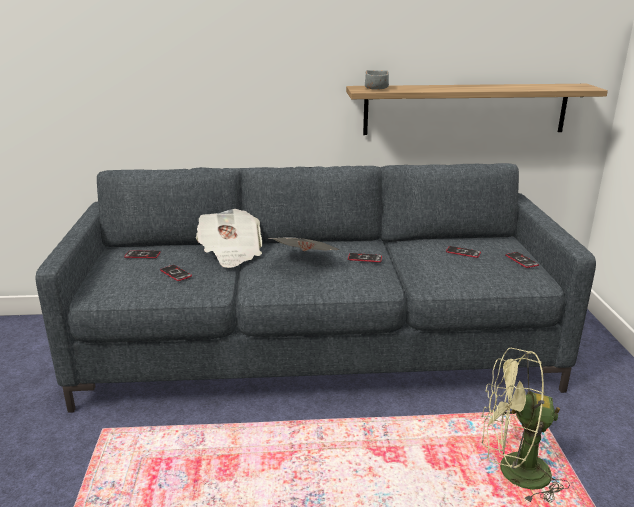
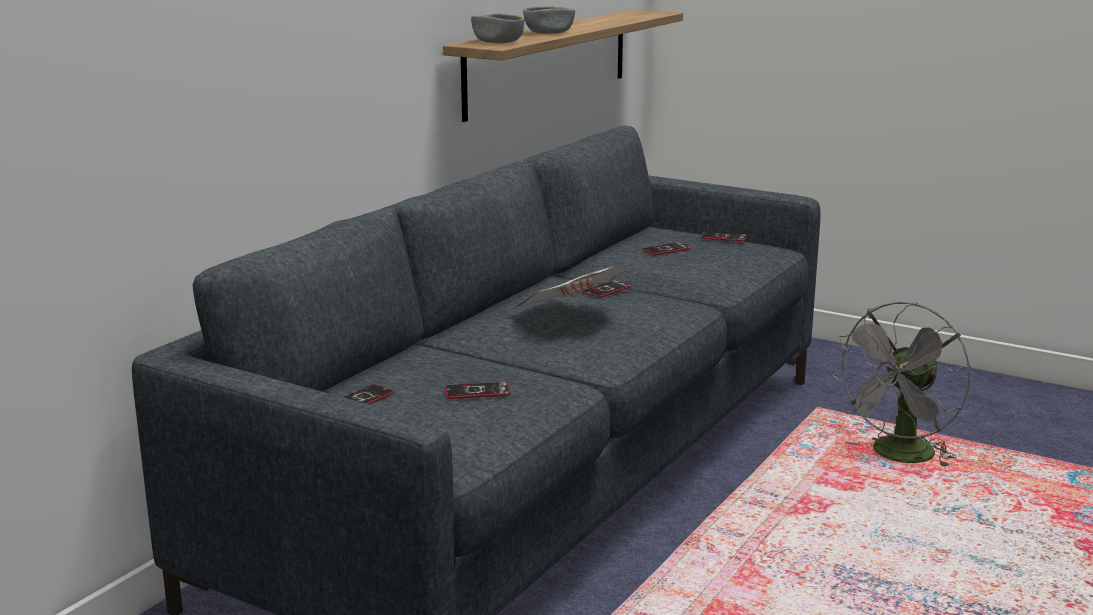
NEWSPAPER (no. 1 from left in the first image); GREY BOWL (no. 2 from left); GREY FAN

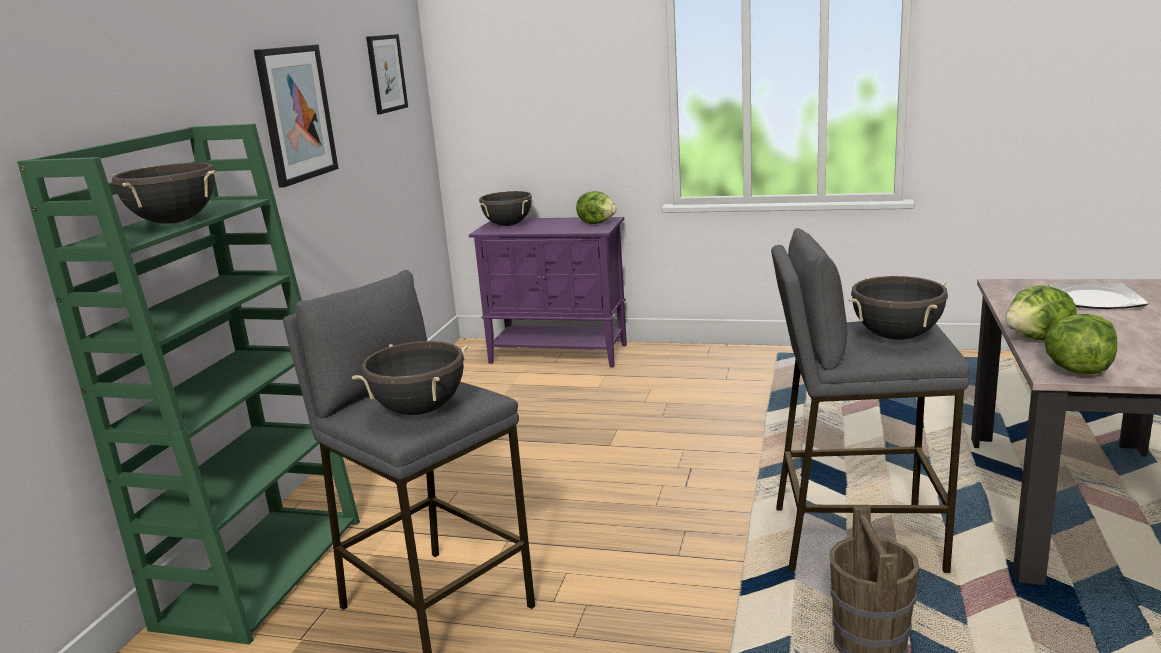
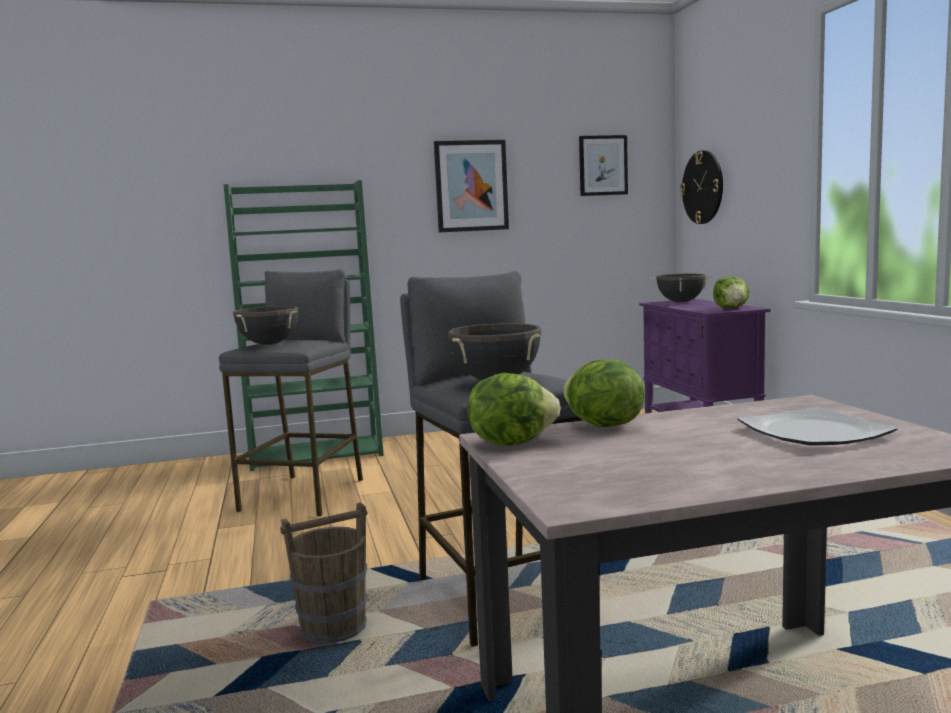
BLACK-COLOURED SAUCEPOT (no. 1 from left in the first image); WALL CLOCK

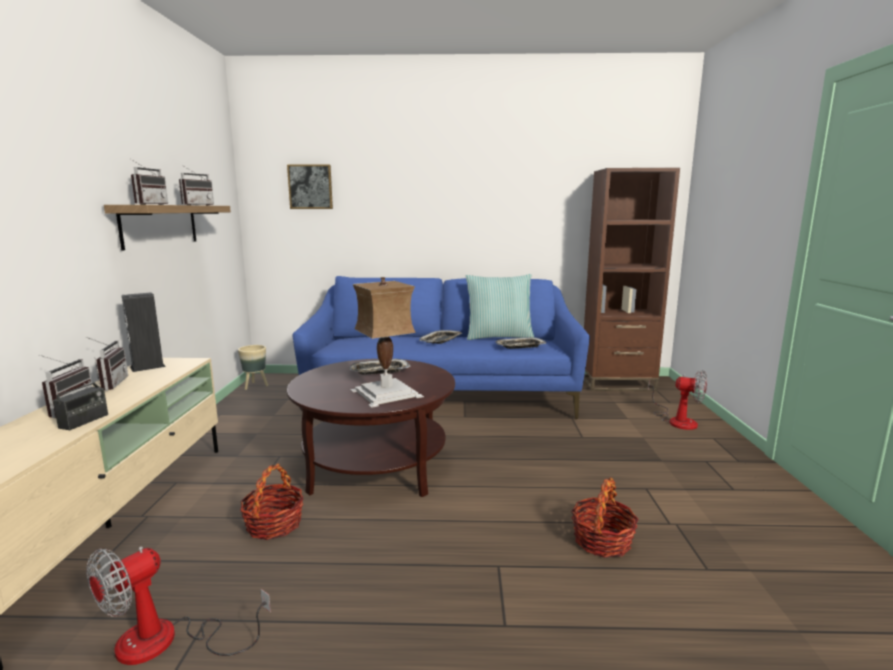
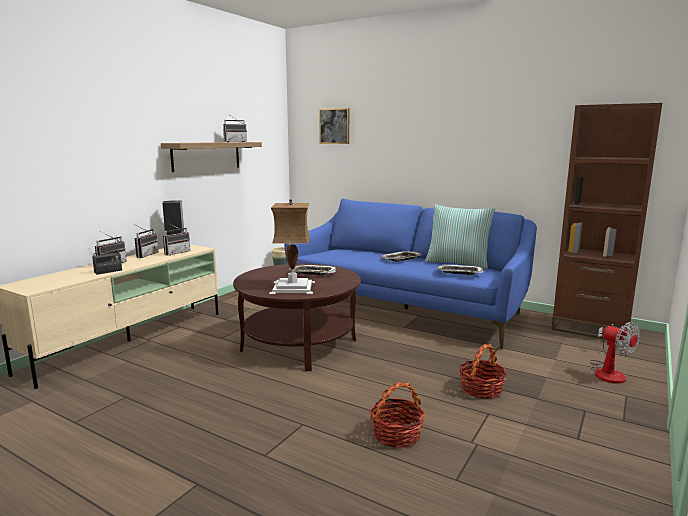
FAN (no. 1 from left in the first image); RADIO SET (no. 4 from left); HOUSEHOLD BASKET (no. 2 from left)

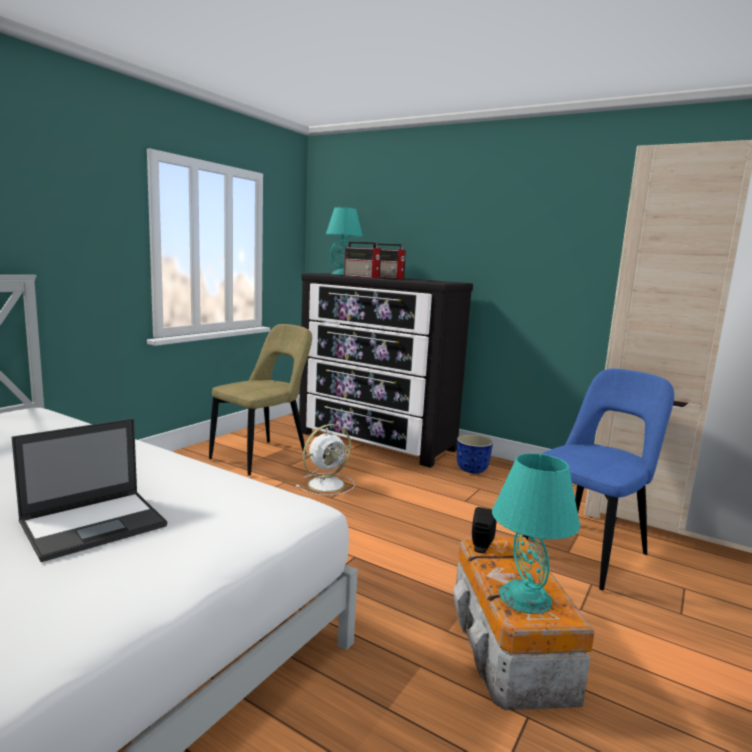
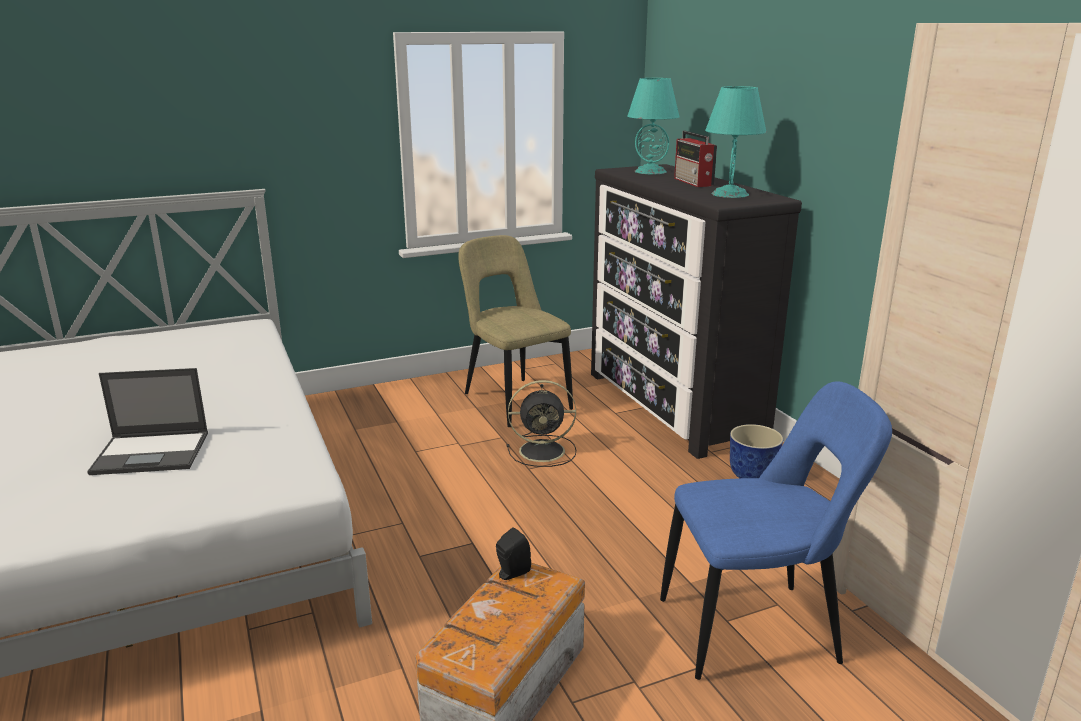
RADIO SET (no. 1 from left in the first image); TURQUOISE TABLETOP LAMP (no. 2 from left); BLACK-COLOURED FAN; BEIGE-COLOURED CHAIR

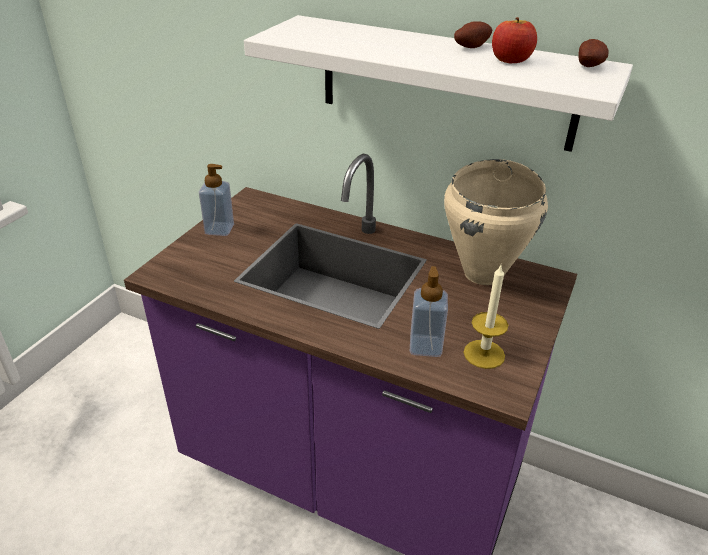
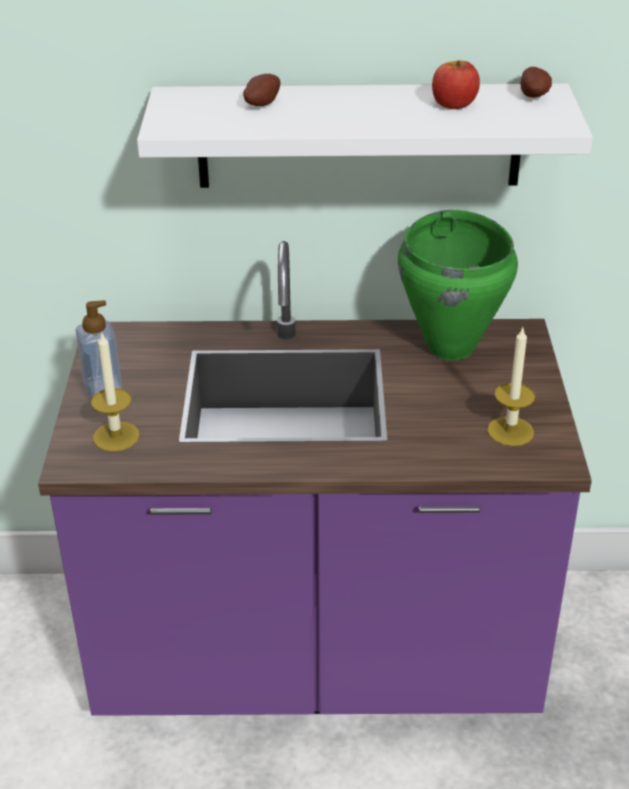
SOAP BOTTLE (no. 2 from left in the first image); WAX LIGHT (no. 1 from left); WHOLE POTATO (no. 1 from left); GREENISH SAUCEPOT

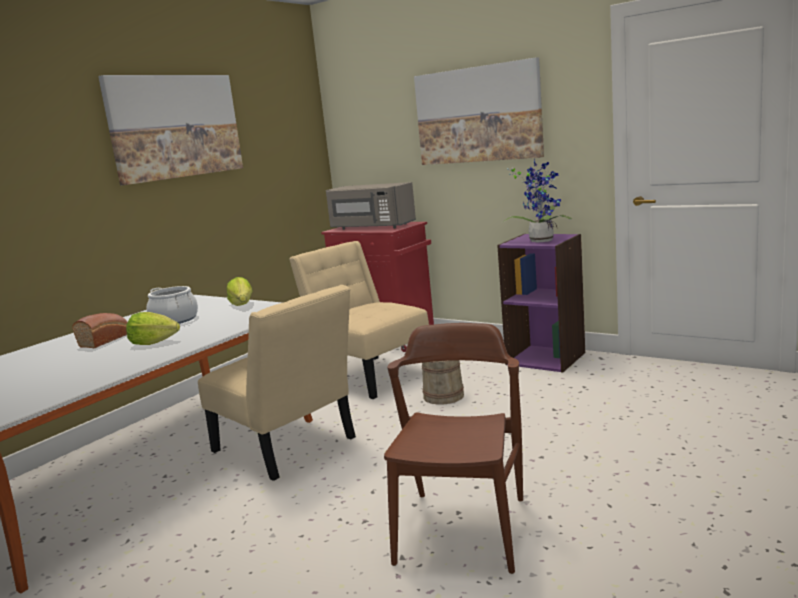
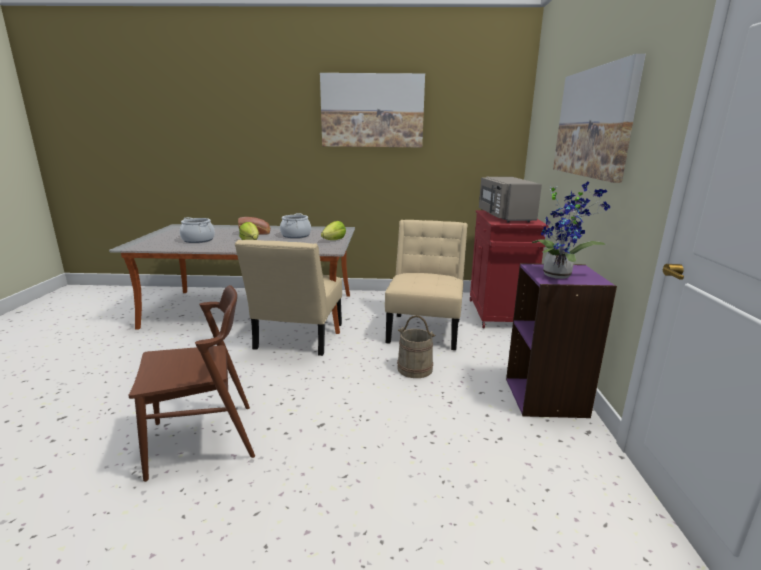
SAUCEPOT (no. 1 from left)

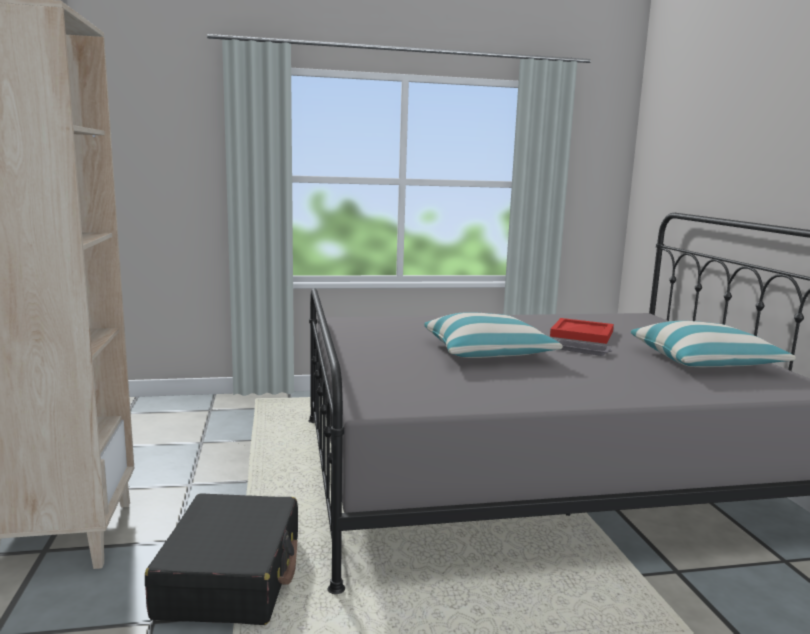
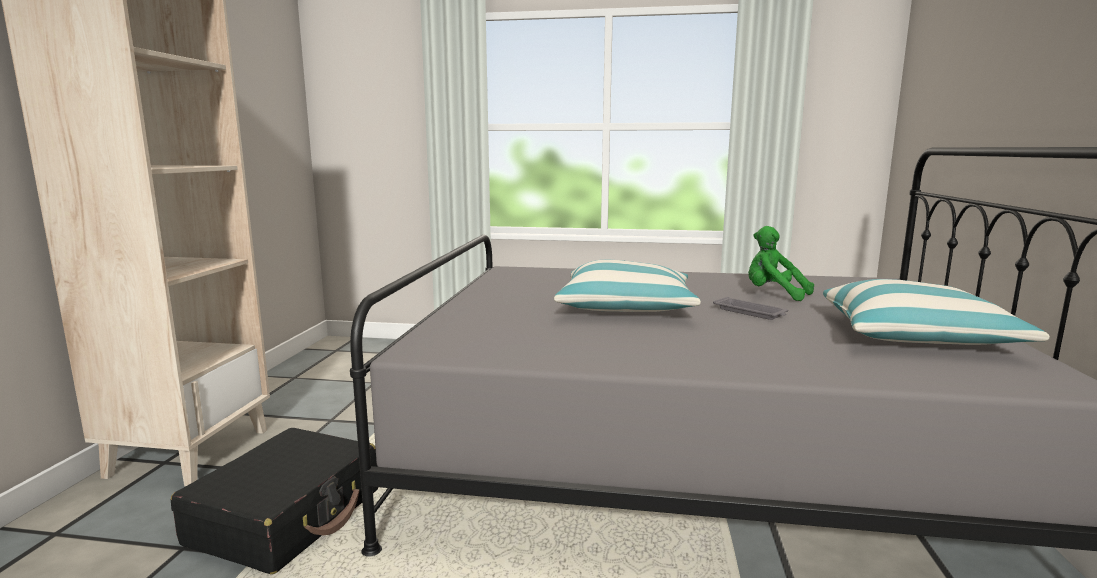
GREENISH PLUSH TOY

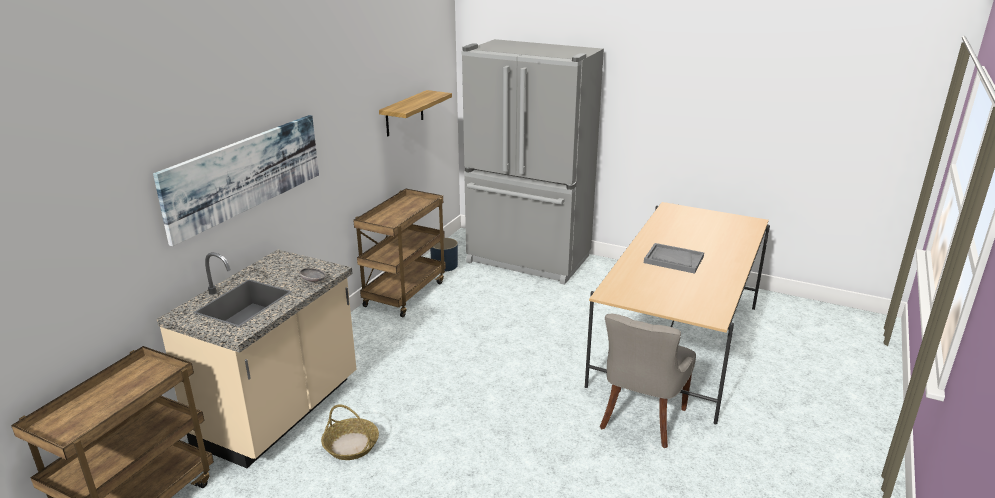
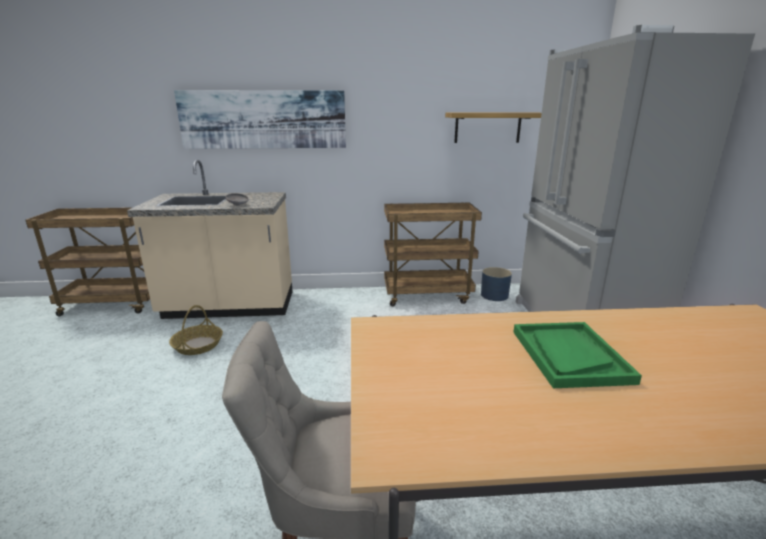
GREENISH TRAY

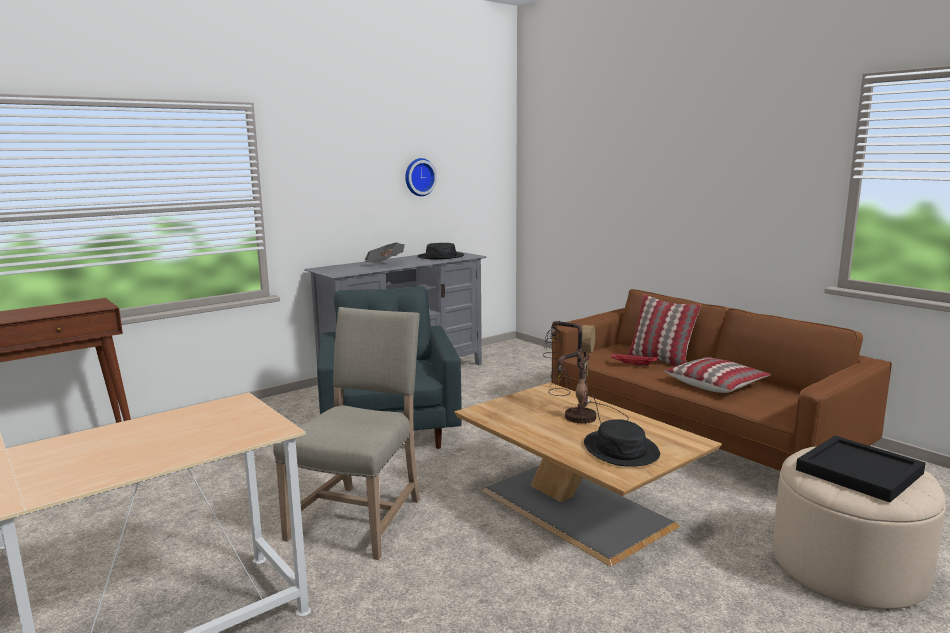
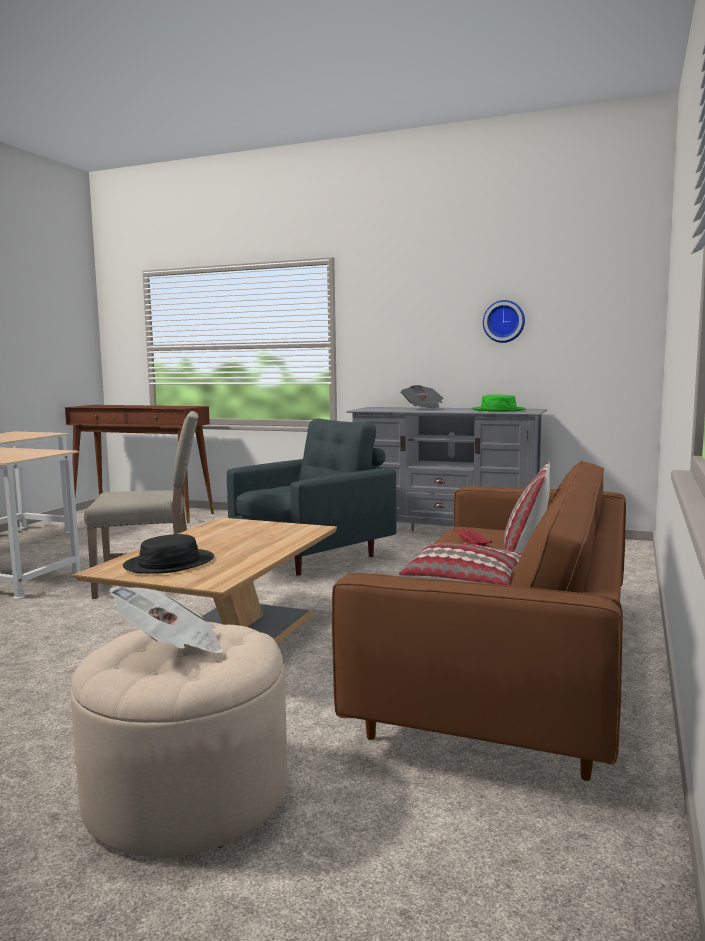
TABLETOP LAMP; NEWSPAPER (no. 1 from left); GREENISH CLOTHING HAT

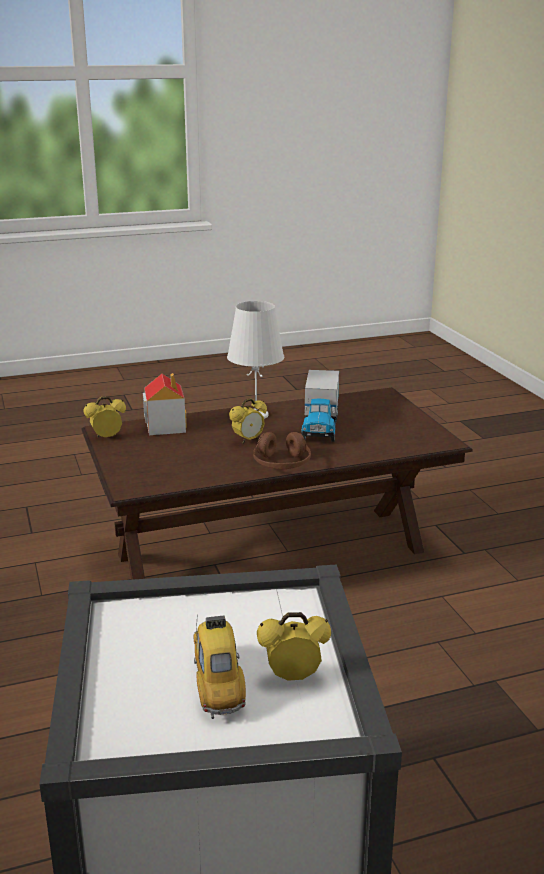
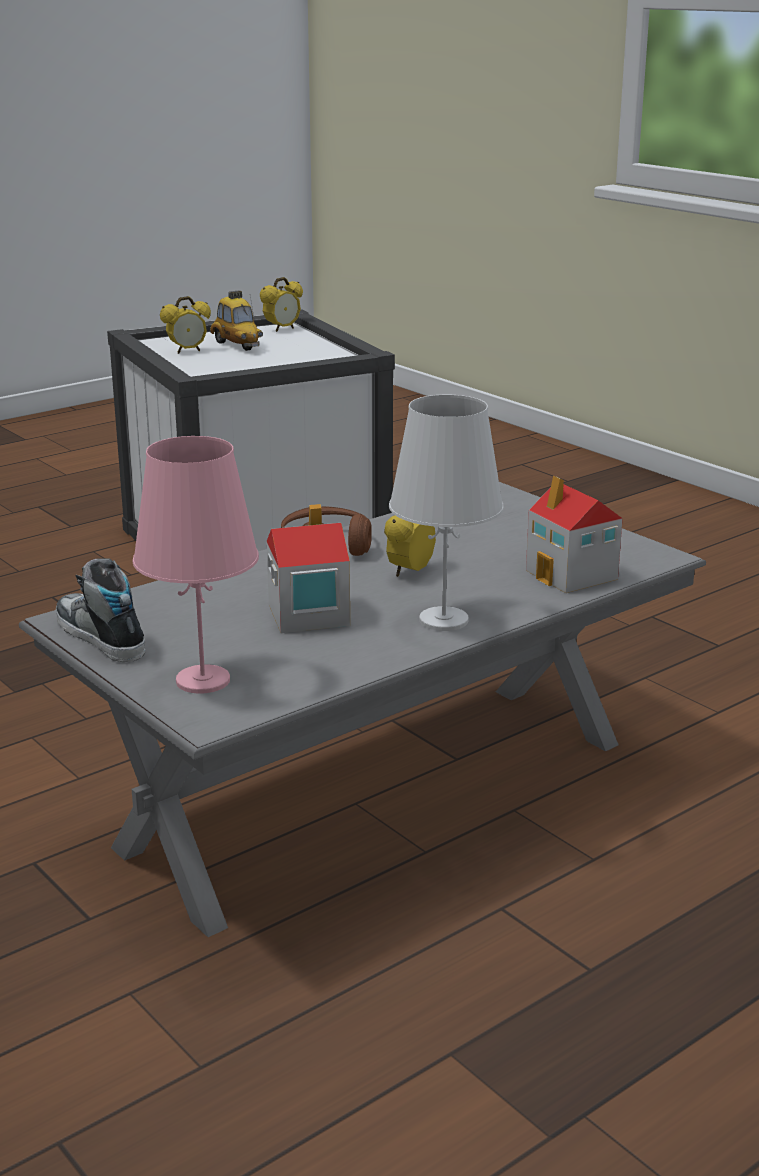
SHOE; PINKISH TABLETOP LAMP; TABLE CLOCK (no. 2 from left); MINIATURE HOUSE (no. 1 from left); GREY COFFEE TABLE

